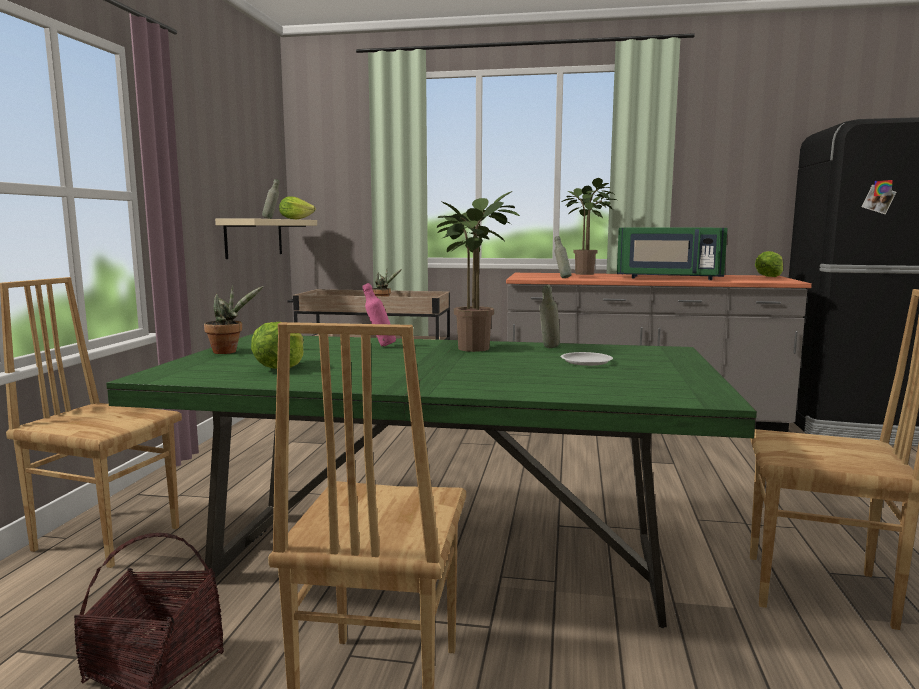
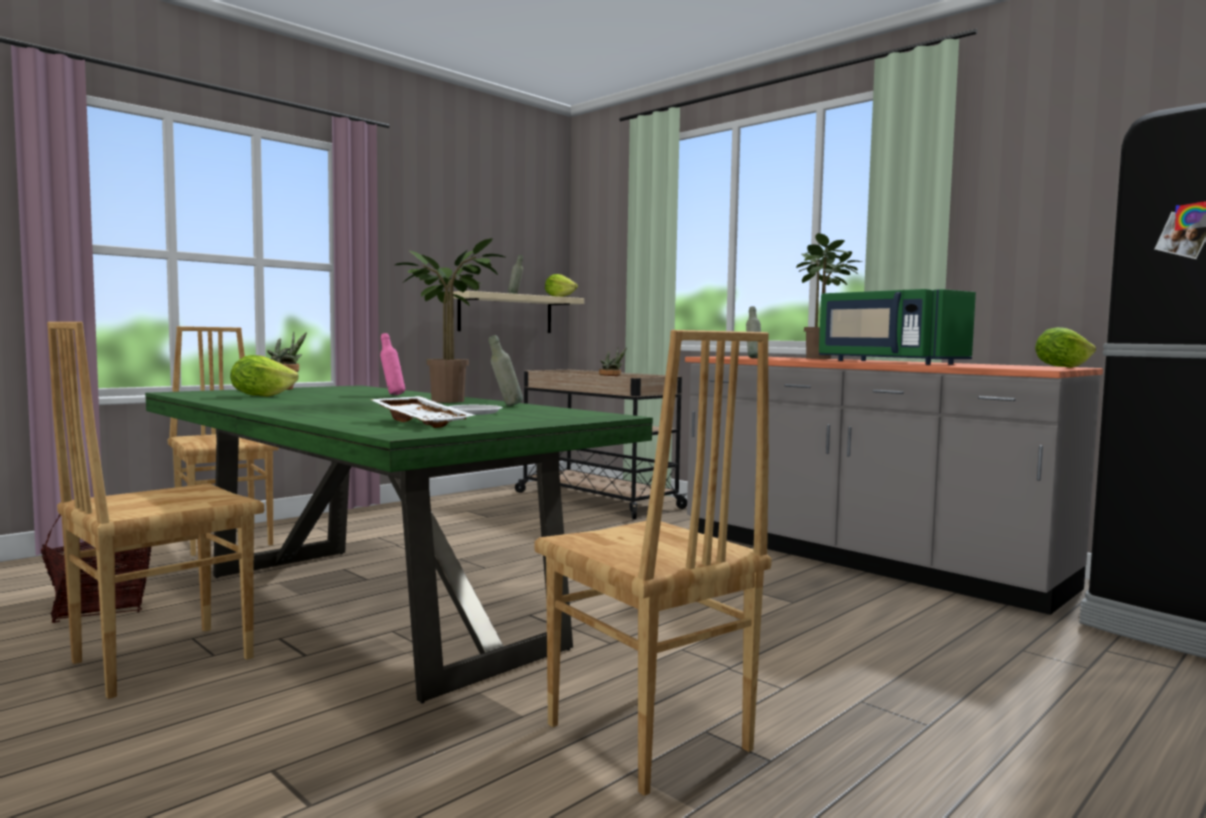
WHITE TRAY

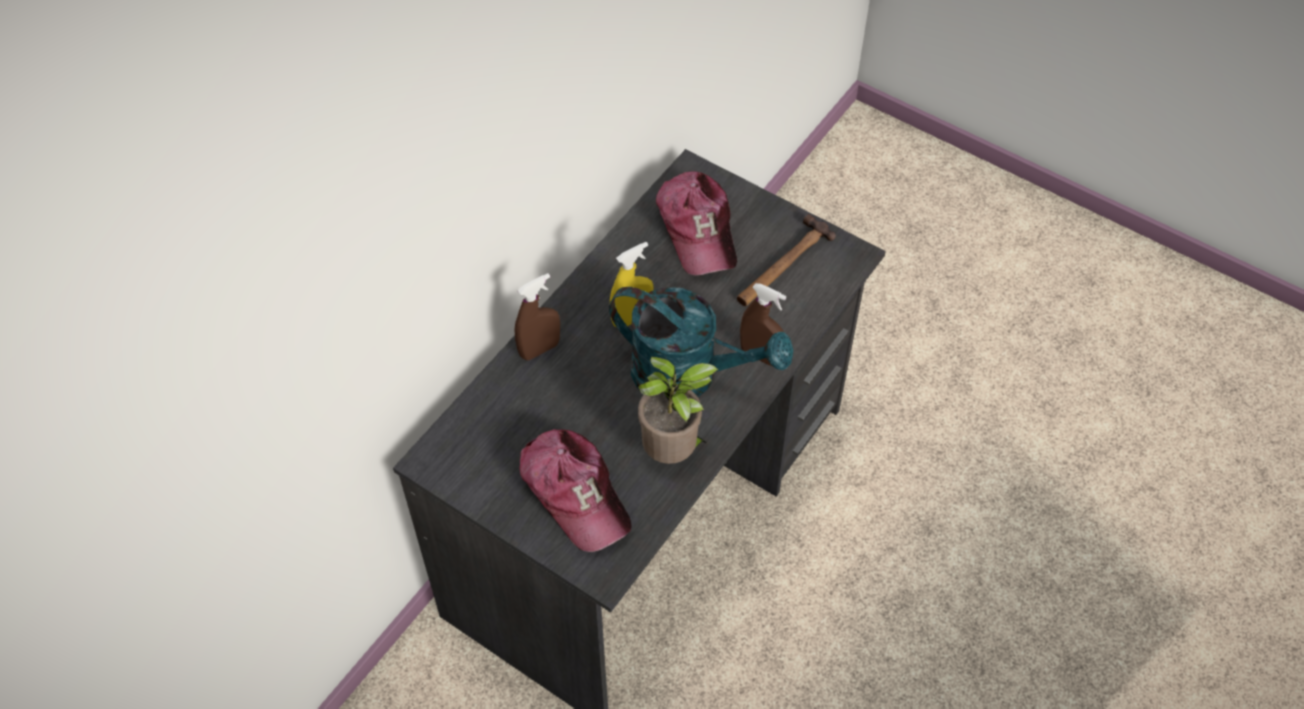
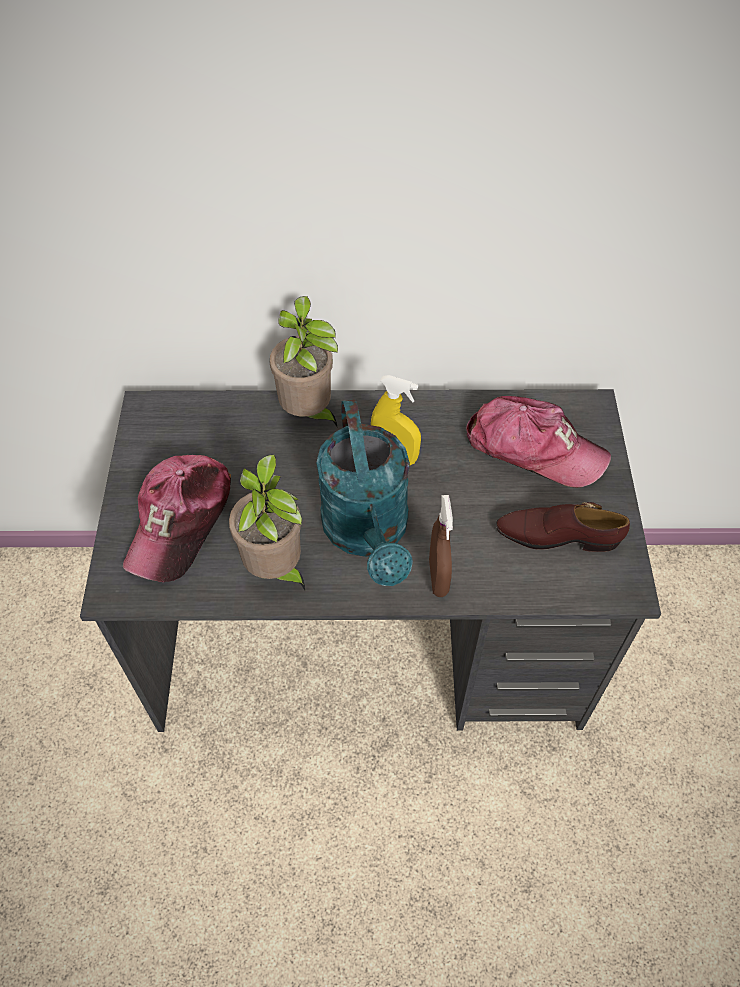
POTTED PLANT (no. 2 from left); BROWNISH SHOE; BASEBALL CAP (no. 2 from left)

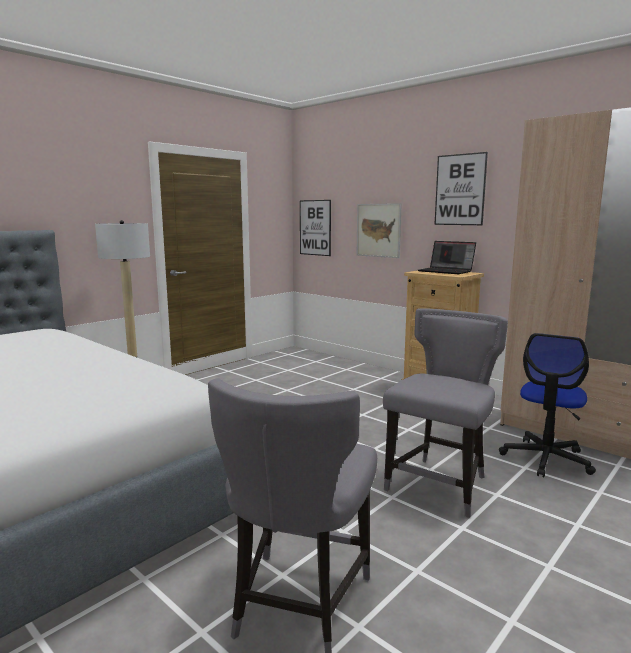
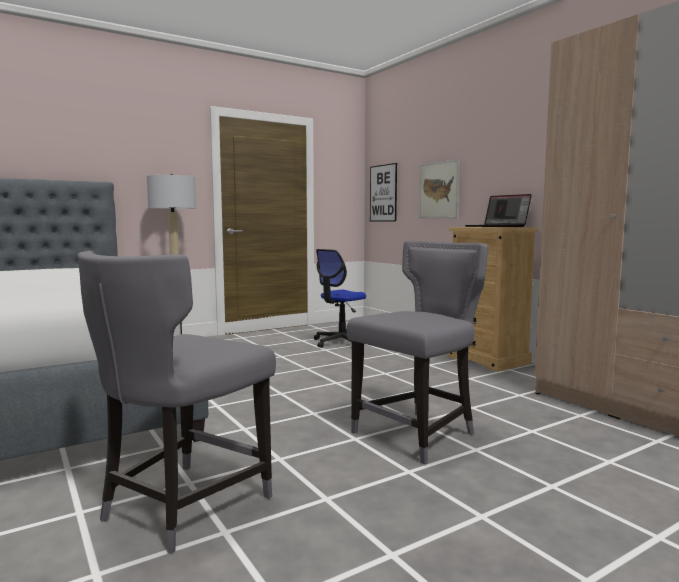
WALL ART (no. 3 from left in the first image); OFFICE CHAIR

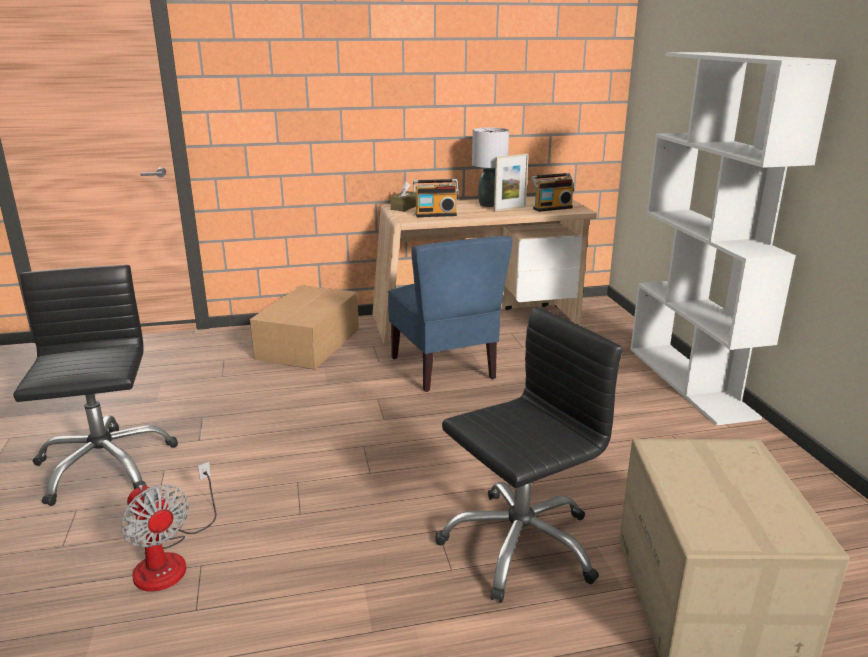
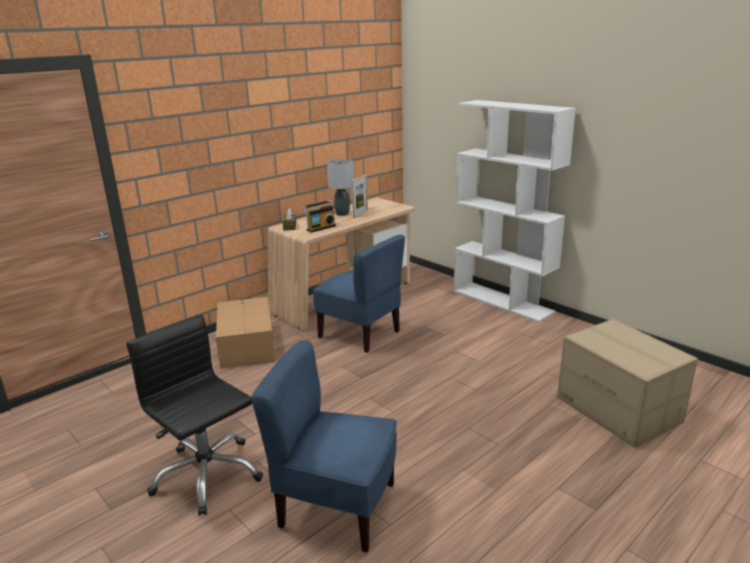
BLACK-COLOURED OFFICE CHAIR (no. 2 from left in the first image); RADIO SET (no. 2 from left in the first image); BLUE-COLOURED CHAIR (no. 1 from left)

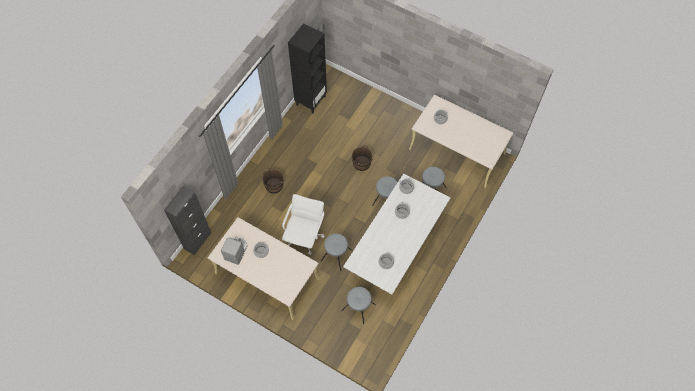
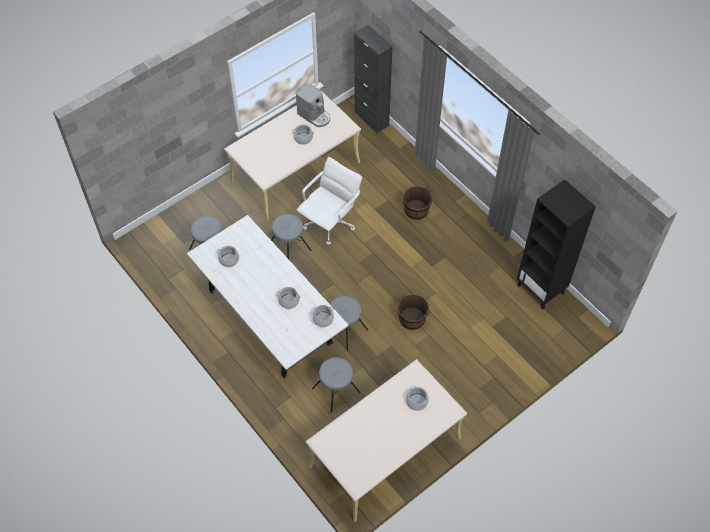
WHITE OFFICE CHAIR

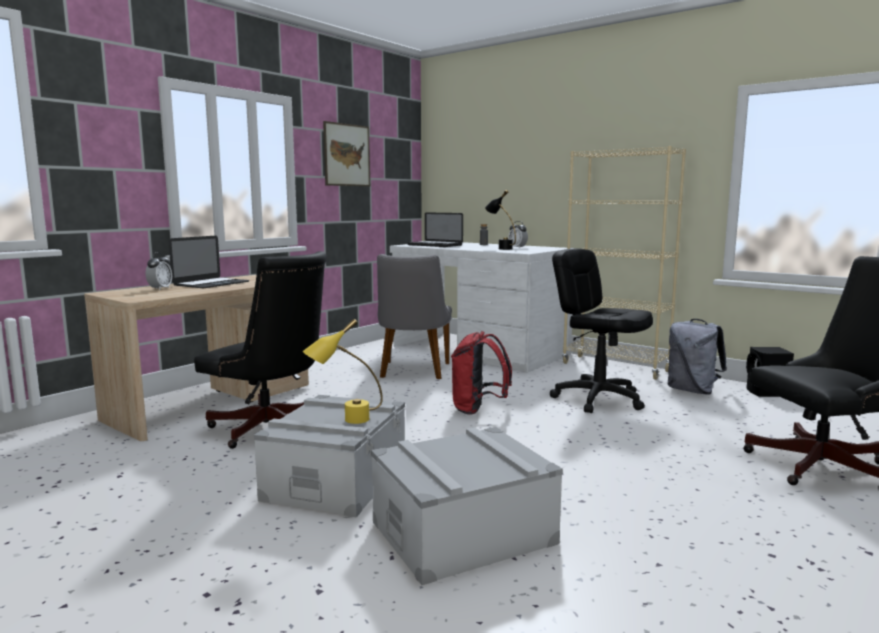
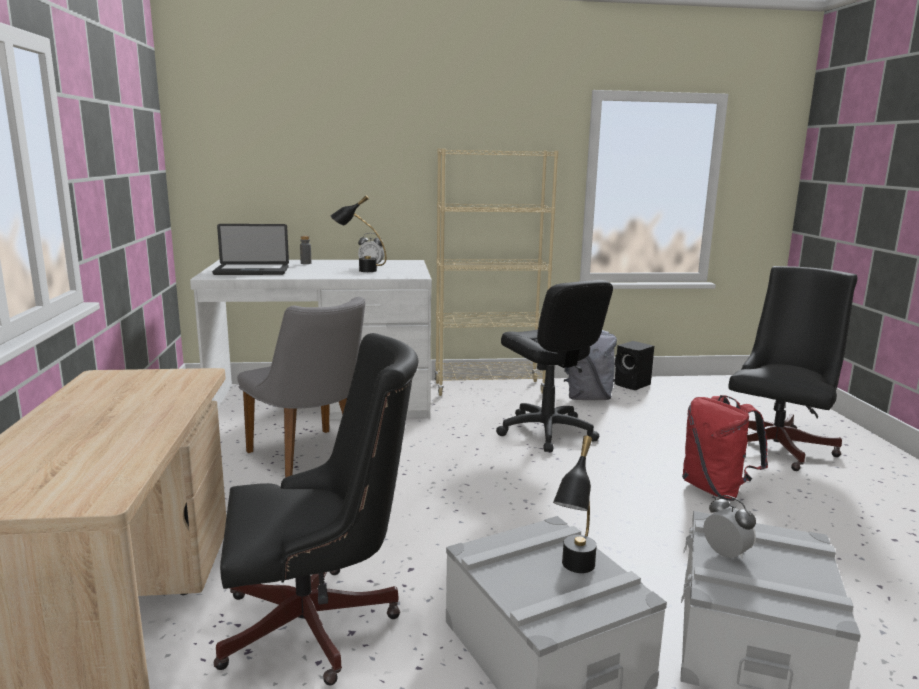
NOTEBOOK COMPUTER (no. 1 from left in the first image); WALL ART; TABLE CLOCK (no. 2 from left); RED BACKPACK; BLACK-COLOURED TABLETOP LAMP (no. 2 from left); BLACK-COLOURED OFFICE CHAIR (no. 2 from left)

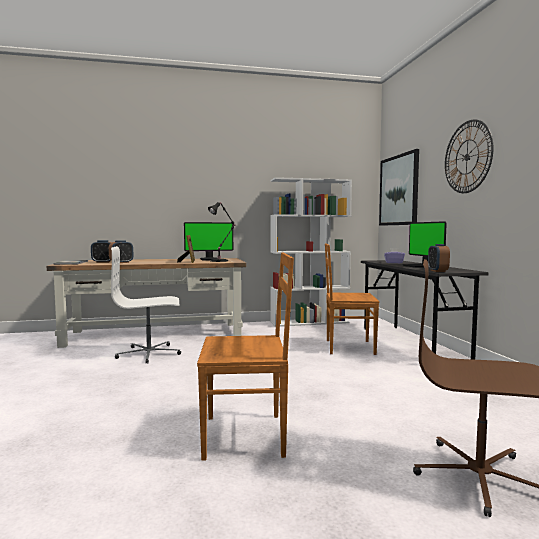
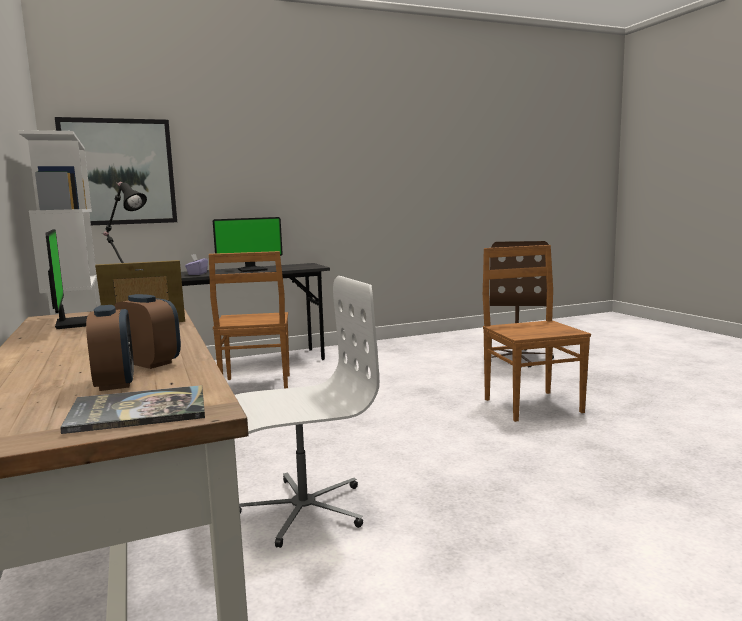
TABLE CLOCK (no. 3 from left in the first image); WALL CLOCK; WHITE OFFICE CHAIR

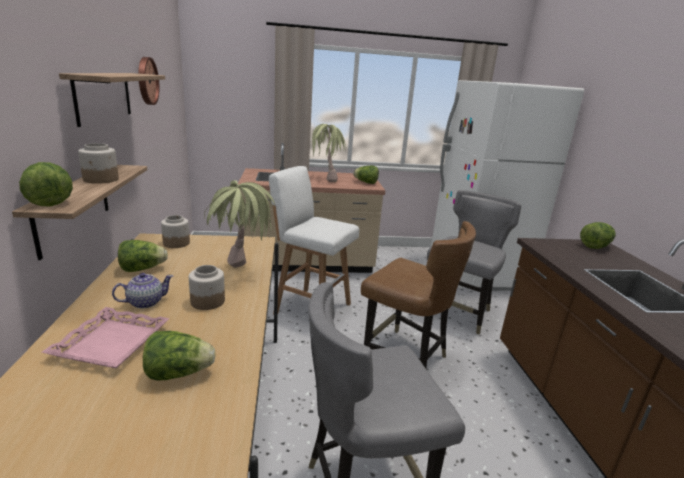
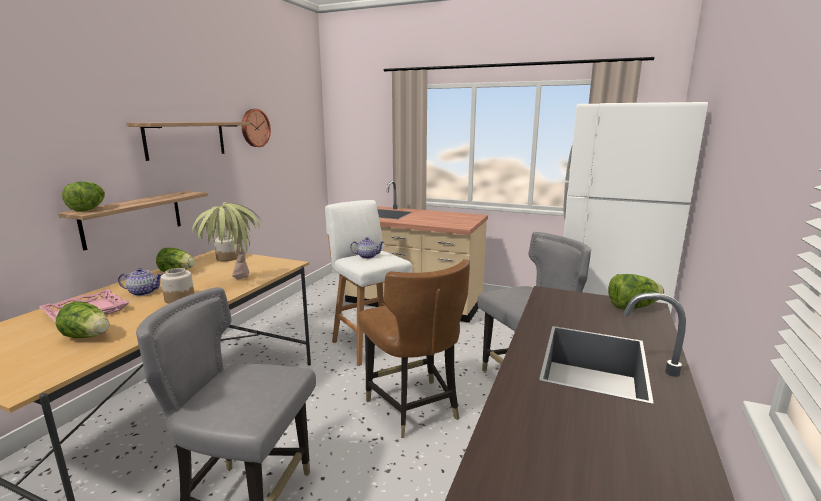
JAR (no. 1 from left in the first image); POTTED PLANT (no. 2 from left in the first image); HEAD OF LETTUCE (no. 4 from left in the first image); TEA POT (no. 2 from left)

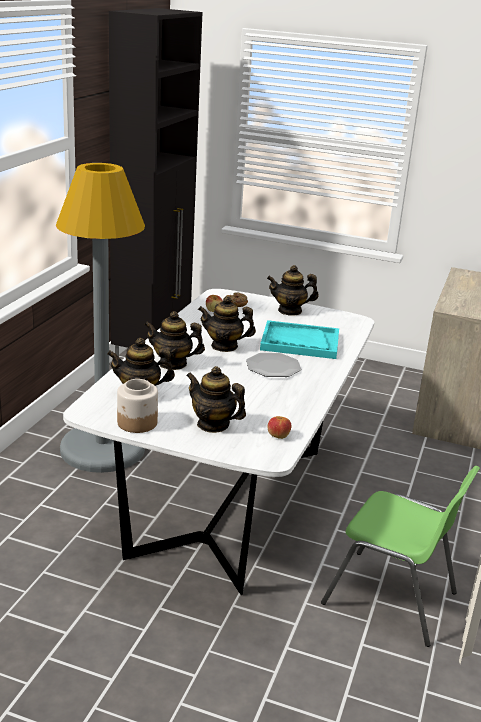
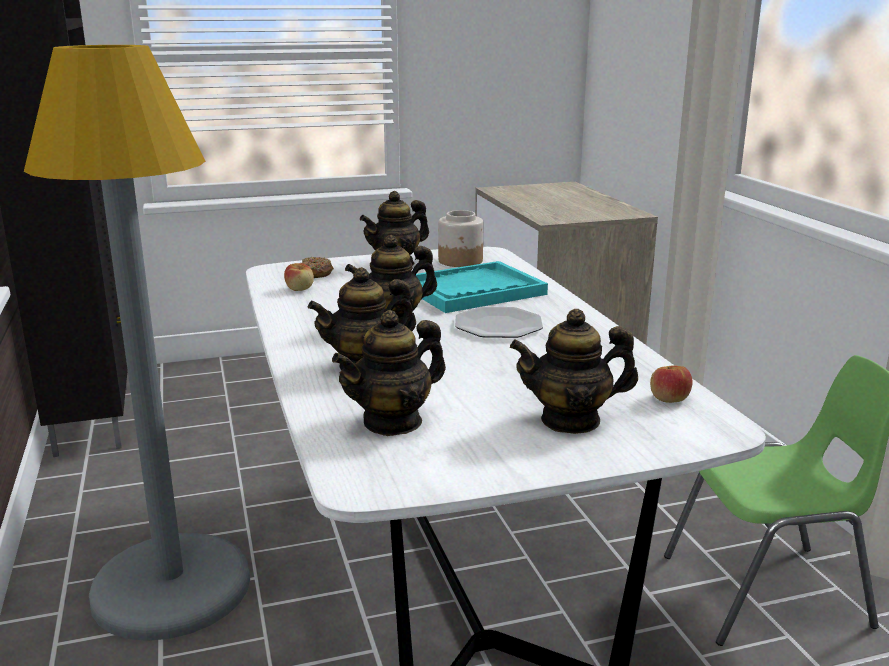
JAR

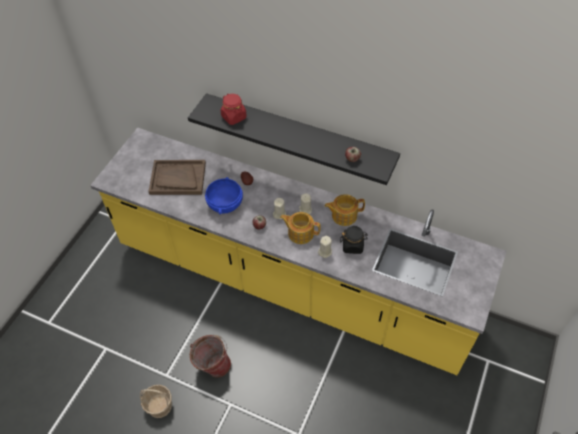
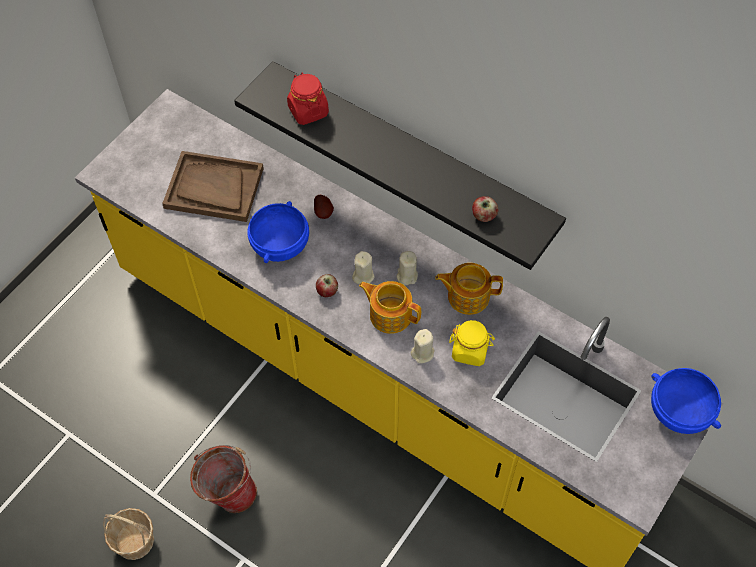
BLUE-COLOURED BOWL (no. 2 from left); YELLOW JAR

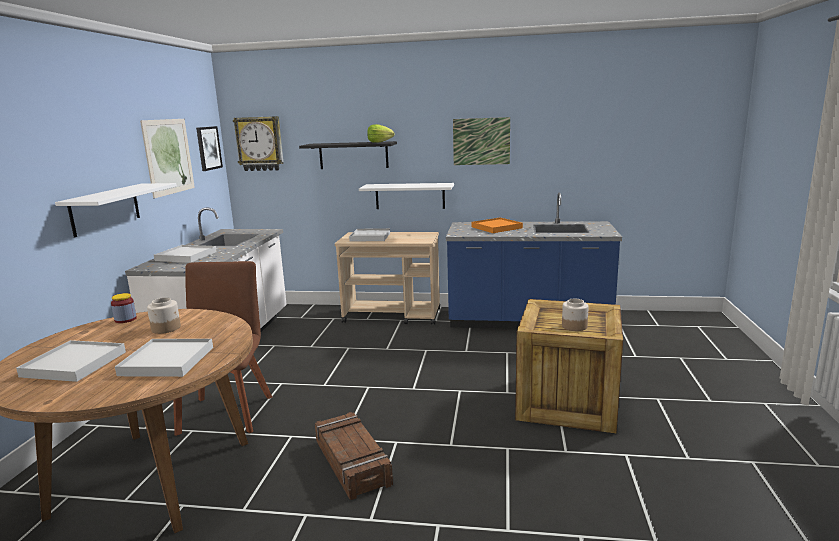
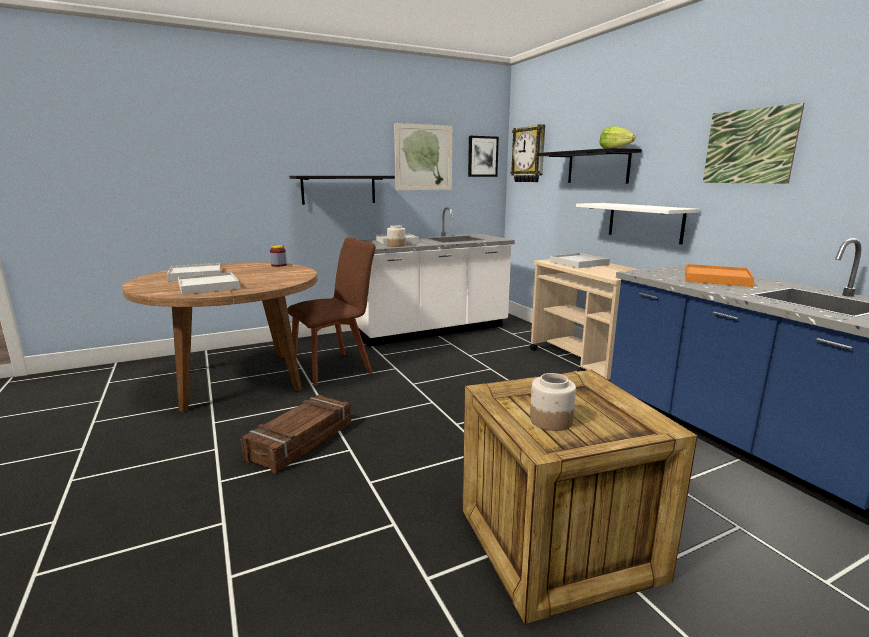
JAR (no. 2 from left); BLACK-COLOURED SHELF (no. 1 from left)

